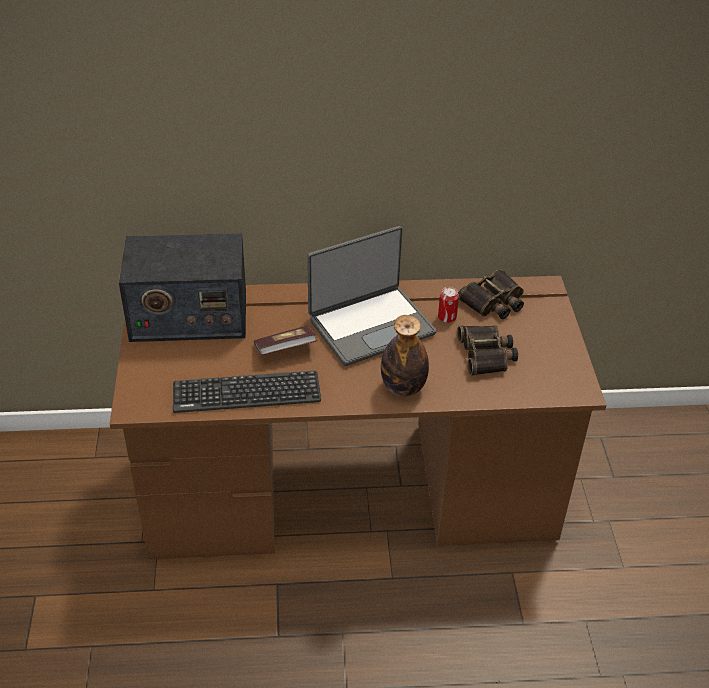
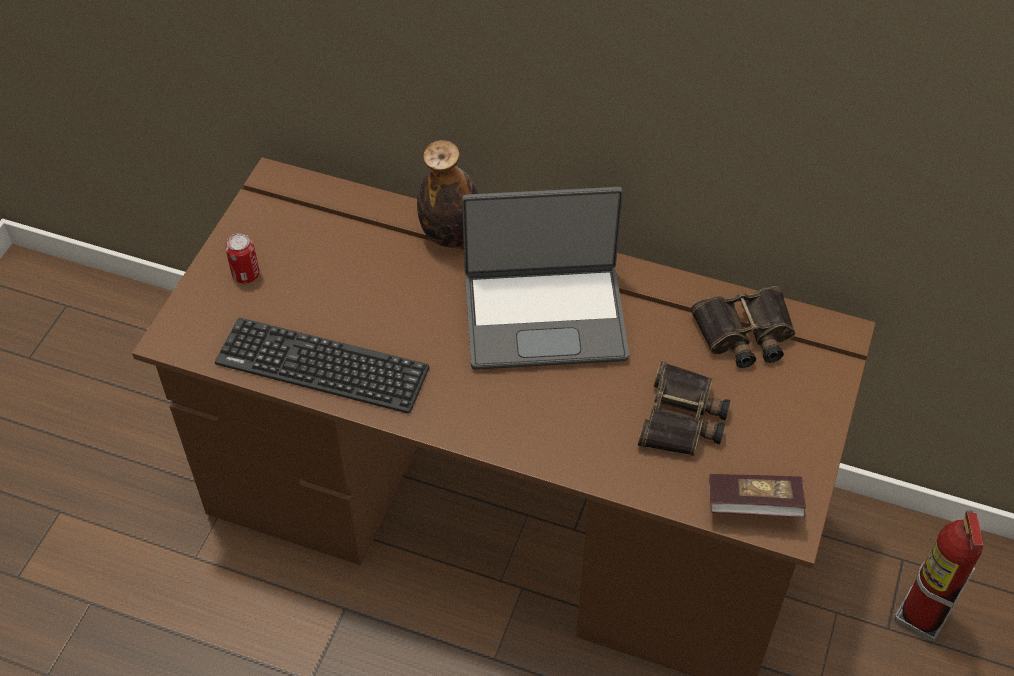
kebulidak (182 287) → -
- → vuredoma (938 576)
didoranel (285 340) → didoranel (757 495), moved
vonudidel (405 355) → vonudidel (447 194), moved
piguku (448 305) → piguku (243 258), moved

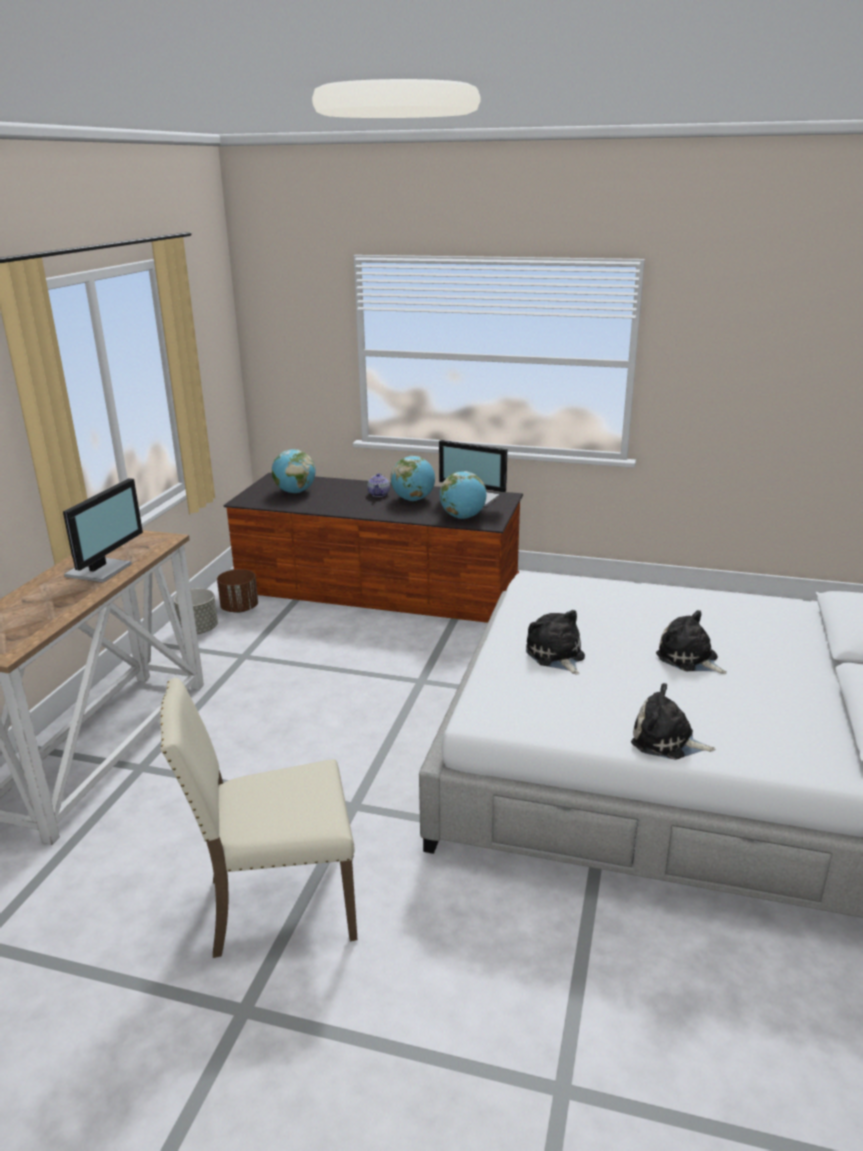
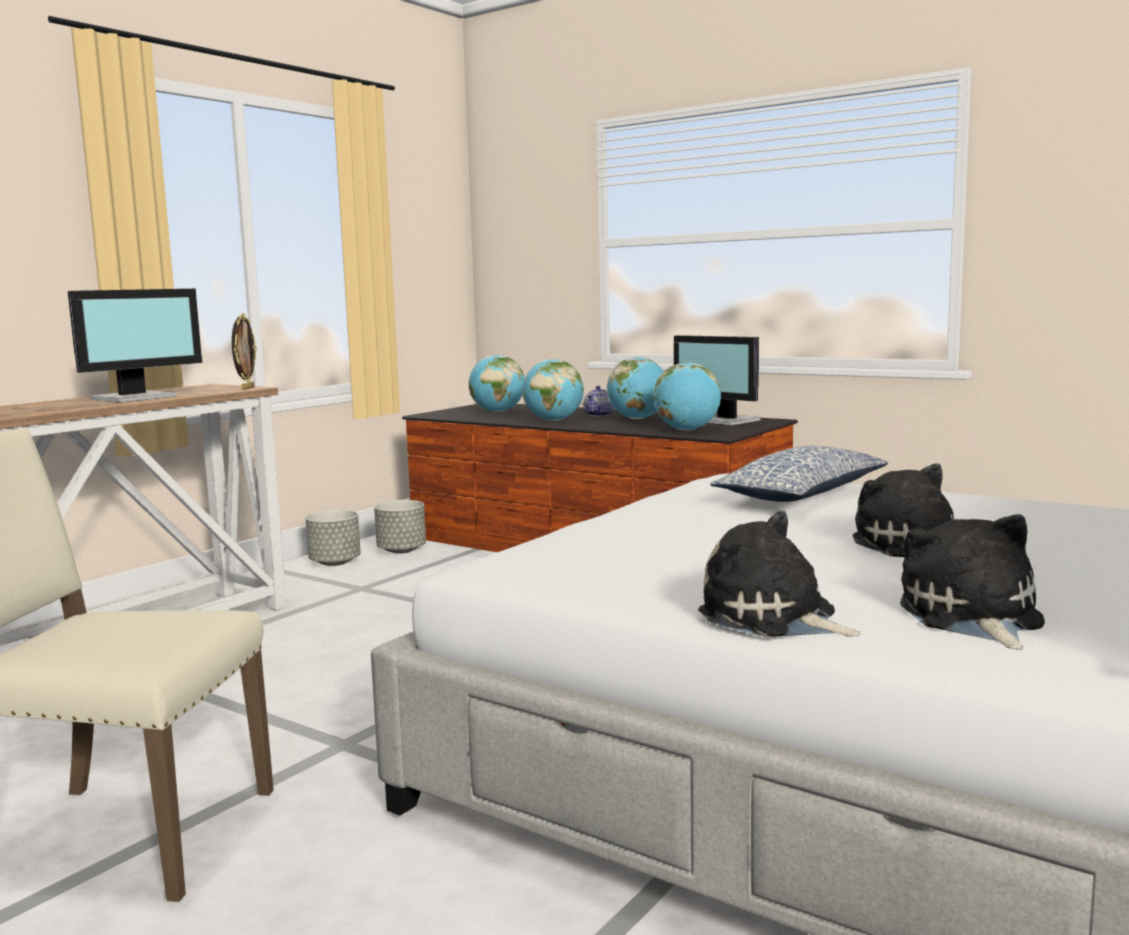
- → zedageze (244 351)
- → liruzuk (553 390)
- → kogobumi (799 474)
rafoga (555 642) → rafoga (972 582), moved
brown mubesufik (237 591) → grey mubesufik (400 526)

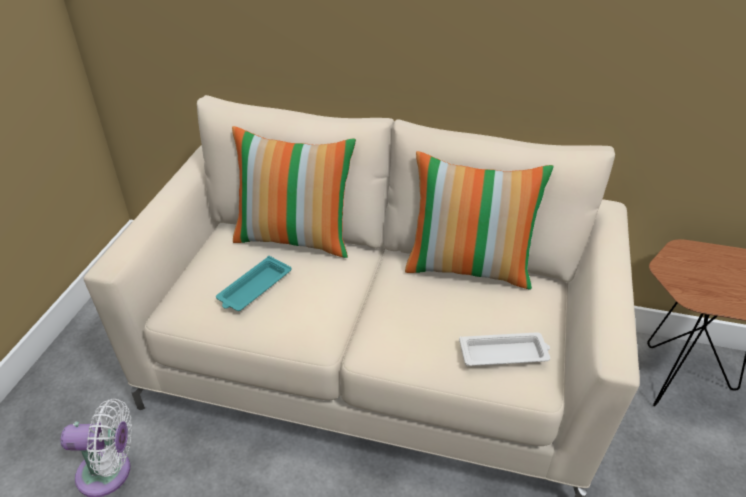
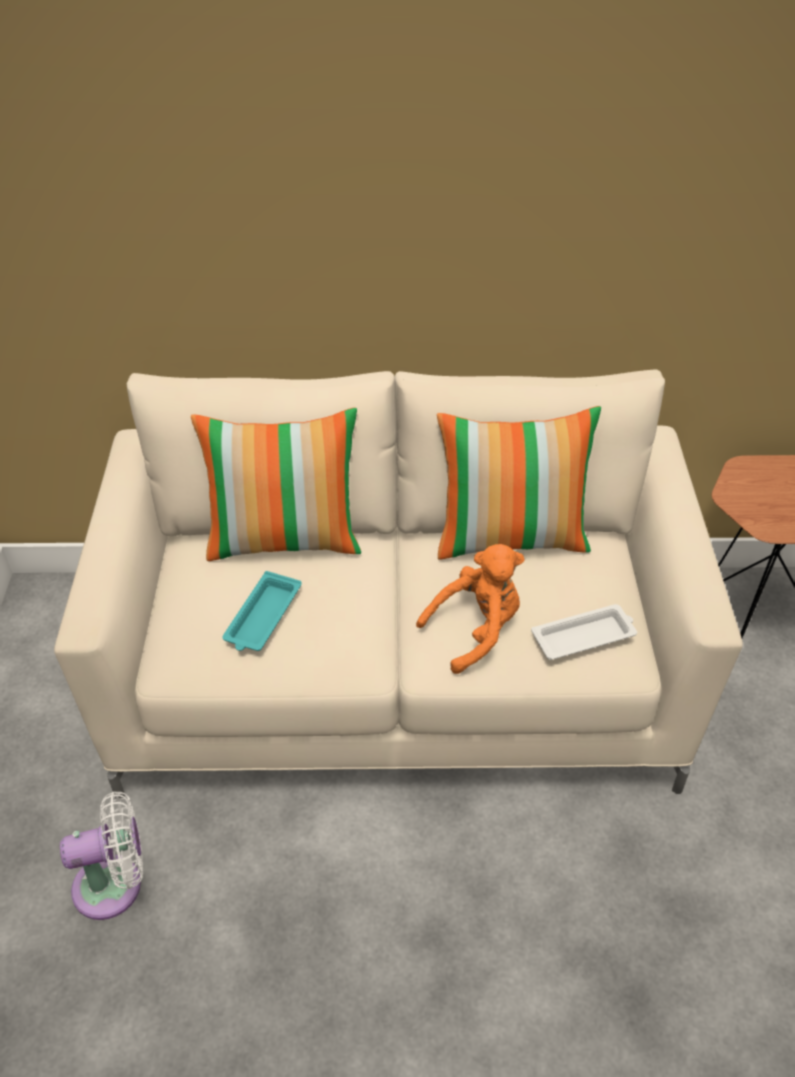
- → orange rafoga (470 609)

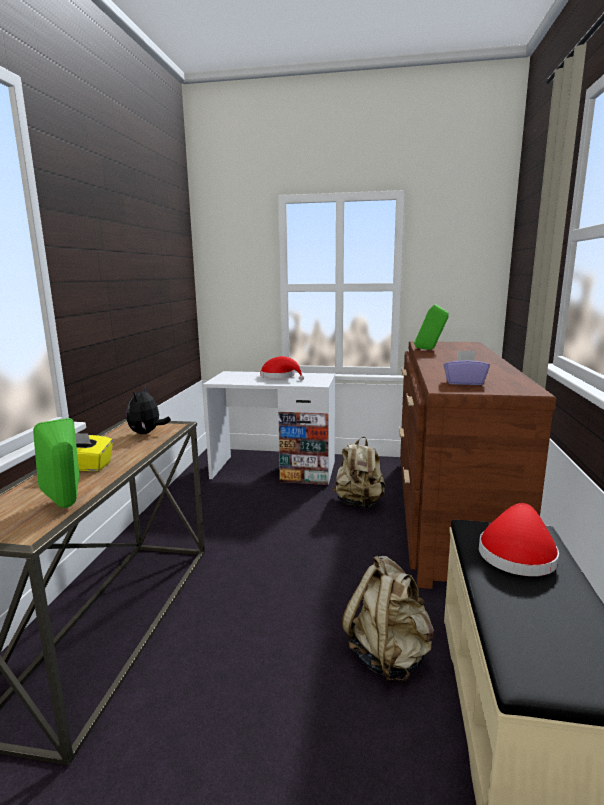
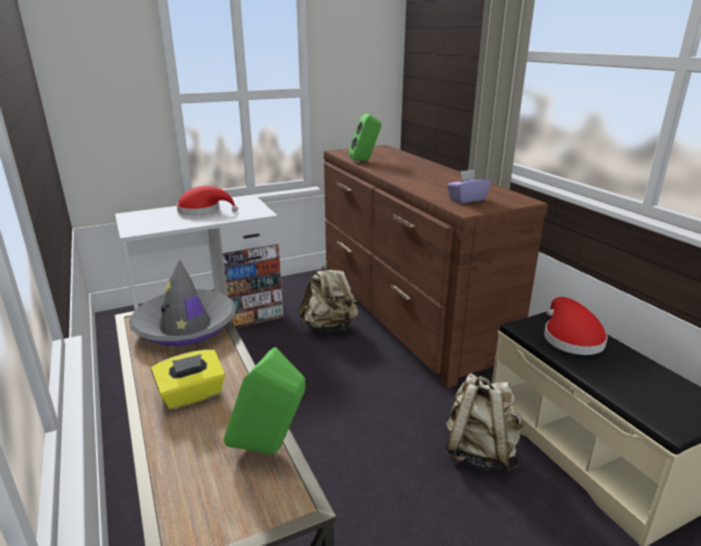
rafoga (148 410) → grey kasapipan (182 302)

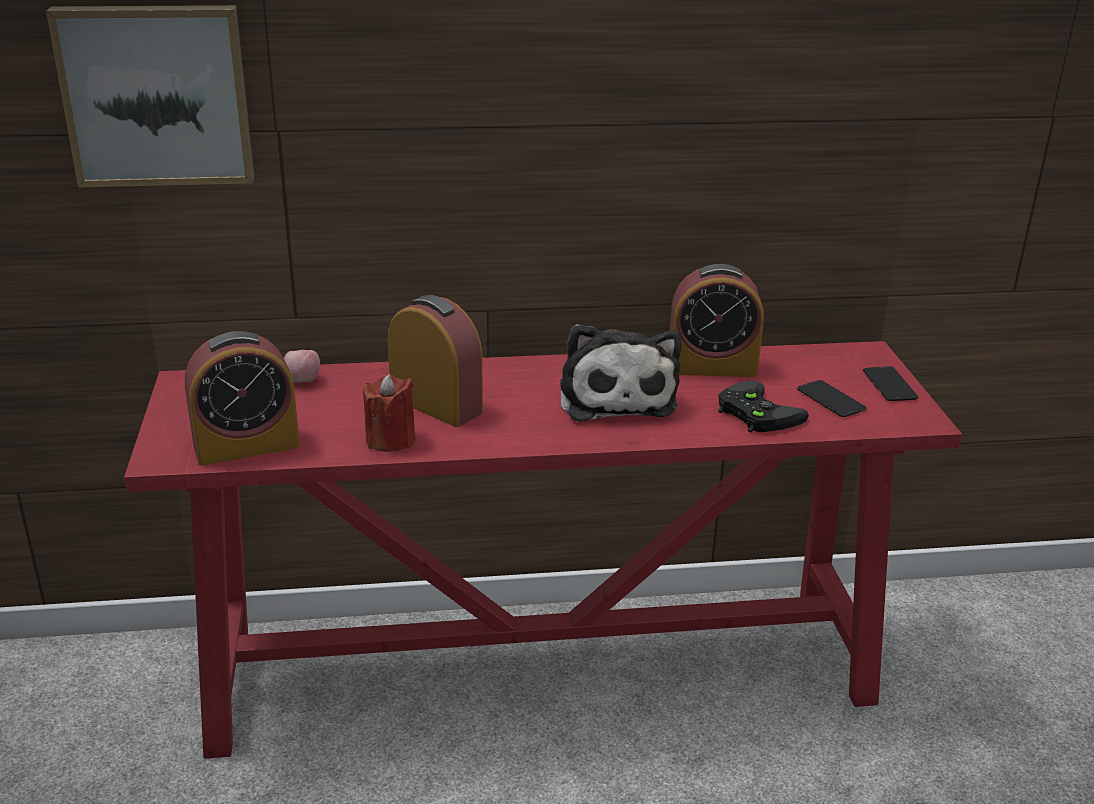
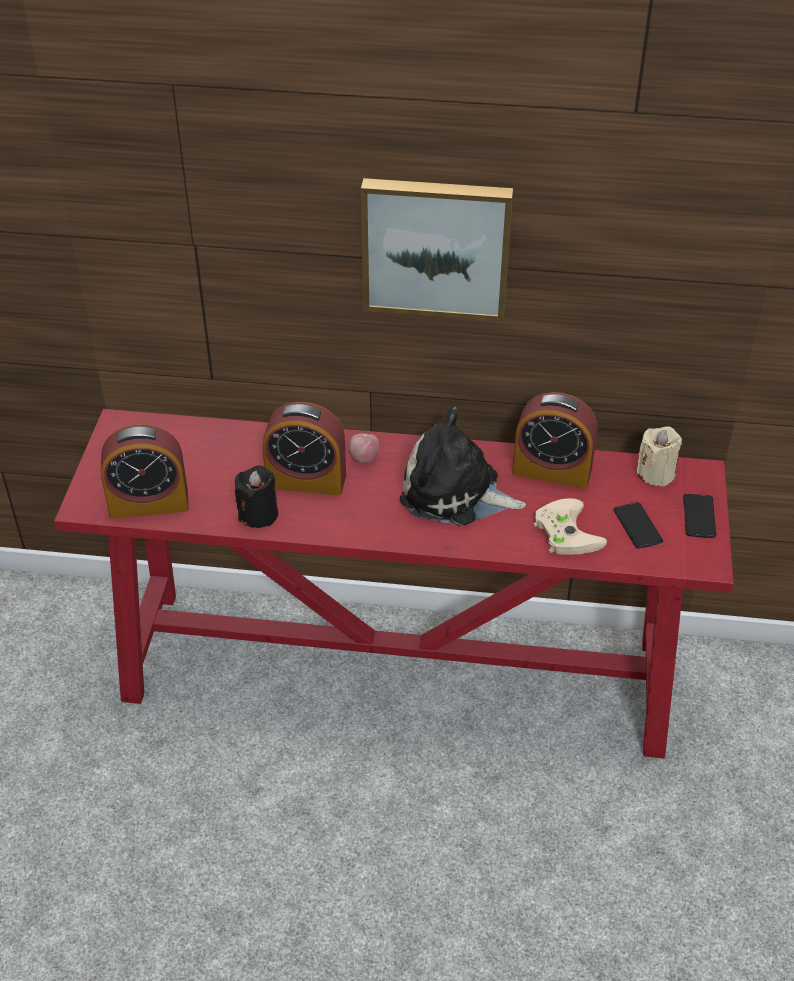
- → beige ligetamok (659 456)
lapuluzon (150 96) → lapuluzon (437 249), moved
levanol (302 366) → levanol (363 448), moved
red ligetamok (389 413) → black ligetamok (256 496)
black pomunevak (763 407) → beige pomunevak (570 526)
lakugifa (435 361) → lakugifa (304 449), 135 degrees clockwise
rafoga (620 372) → rafoga (463 466), 105 degrees clockwise

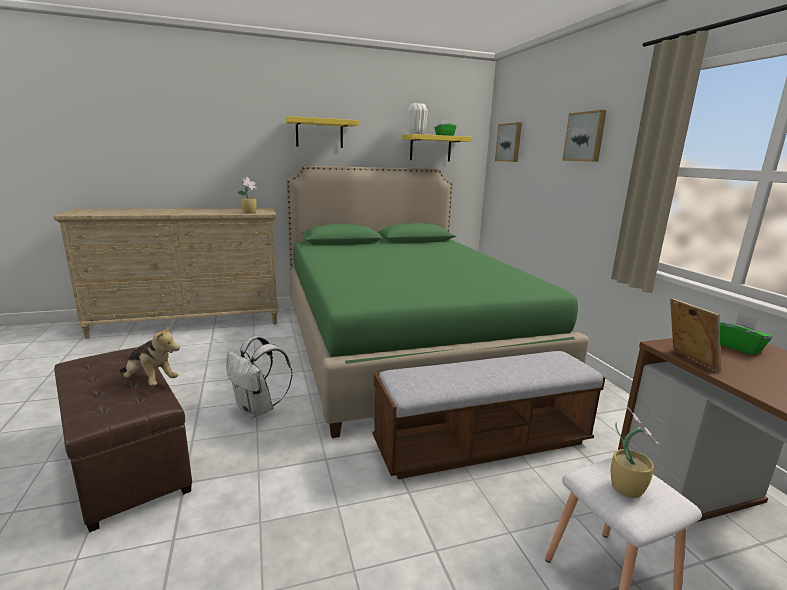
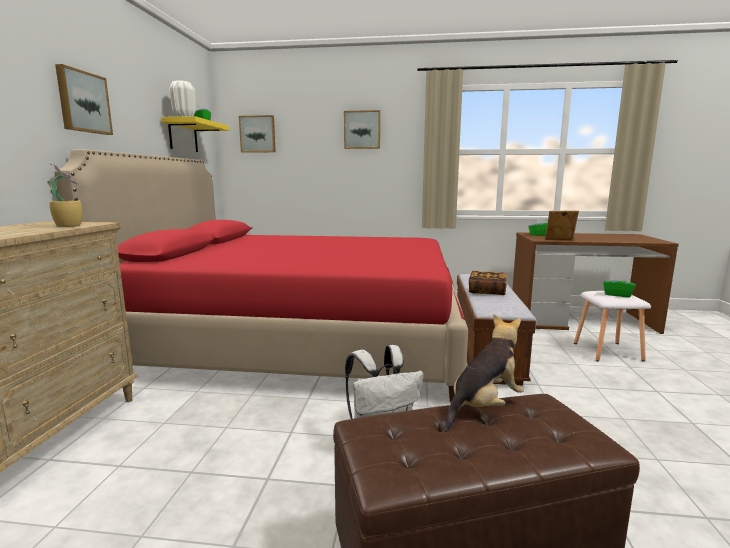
- → didoranel (488 283)
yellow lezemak (322 132) → lapuluzon (84 99)
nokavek (636 452) → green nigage (619 285)
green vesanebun (437 302) → red vesanebun (261 275)

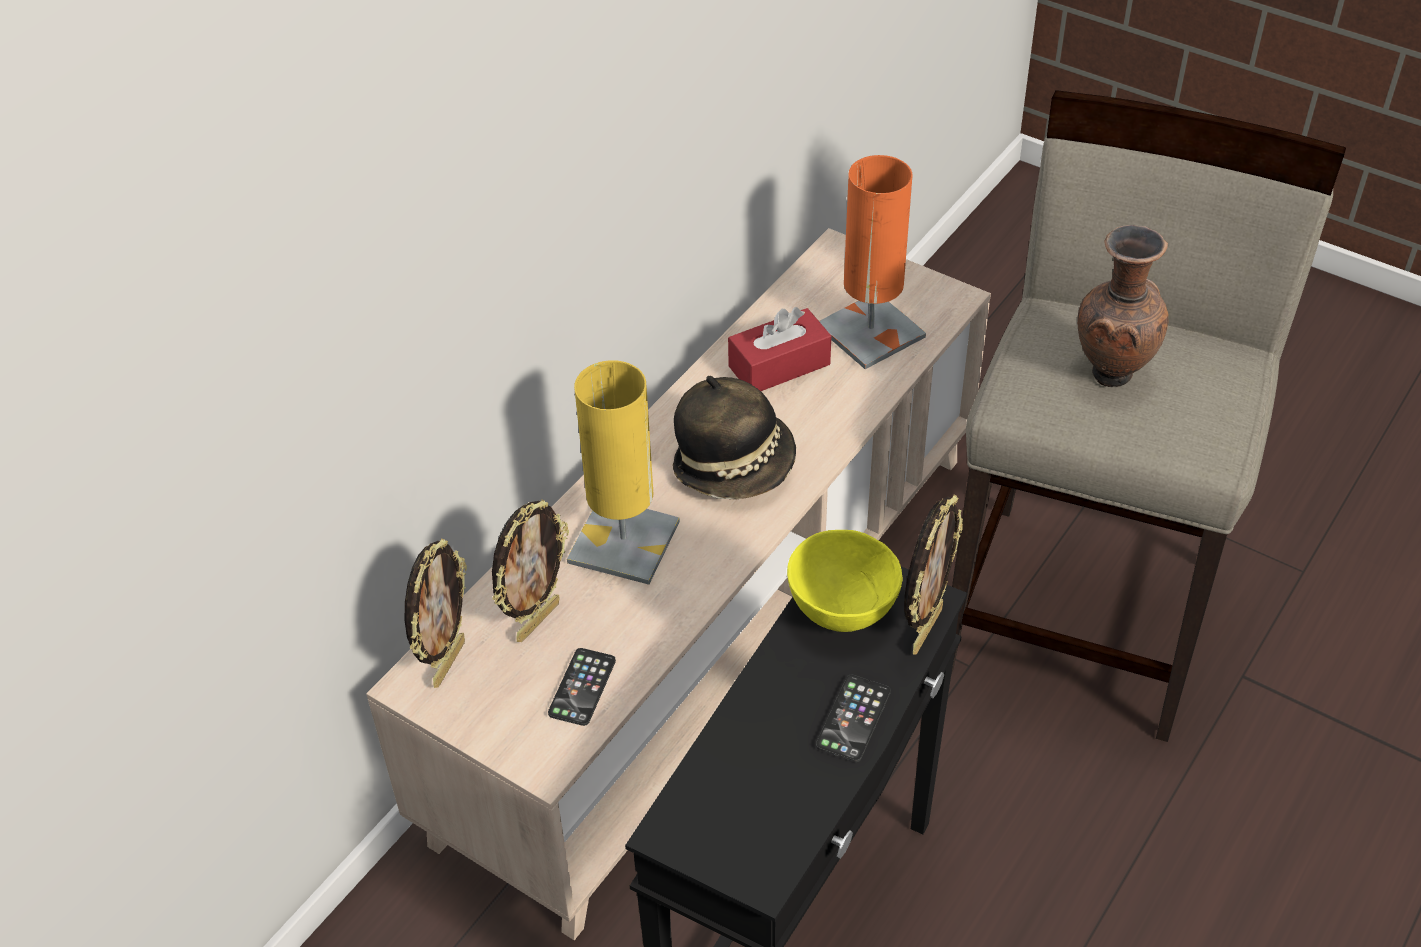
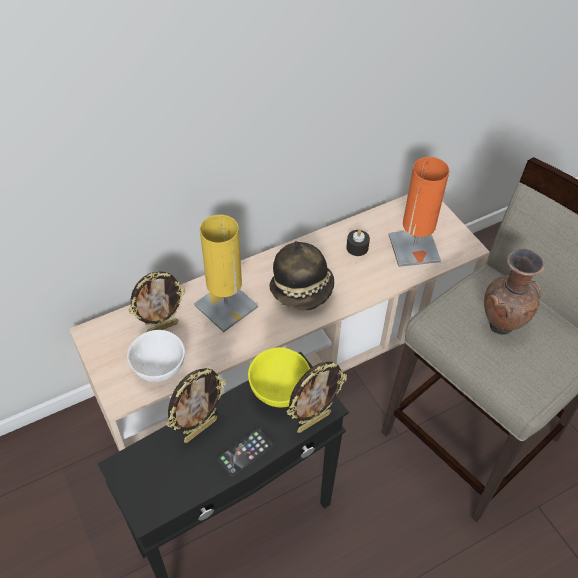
zedageze (436 613) → zedageze (196 405), moved
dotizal (582 687) → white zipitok (156 356)
red nigage (779 349) → black ligetamok (358 242)

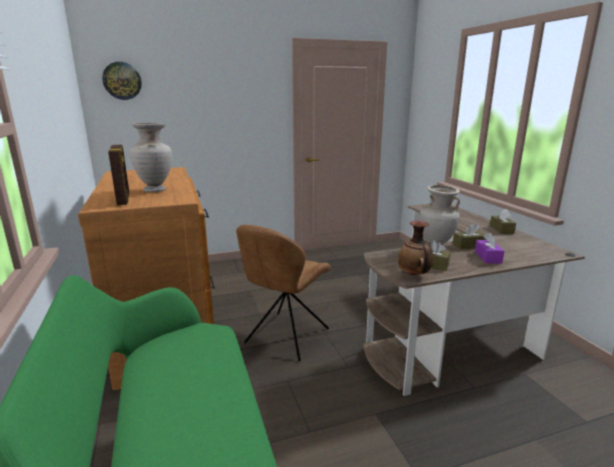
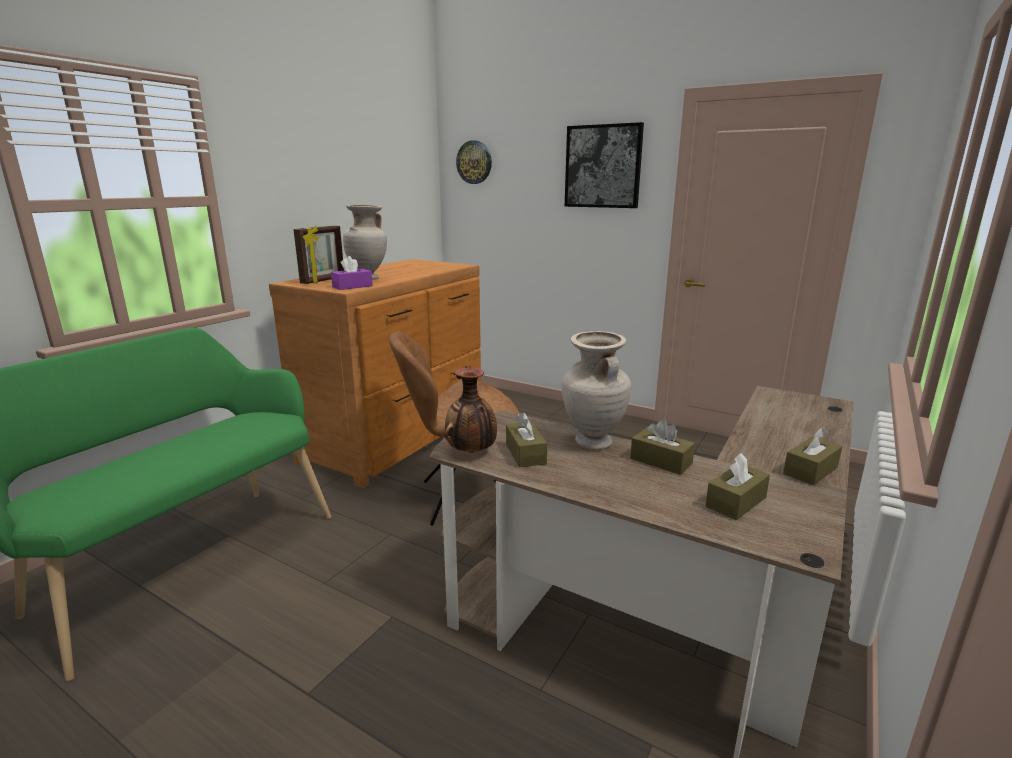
- → lapuluzon (604 165)
- → brown nigage (737 486)
purple nigage (489 248) → purple nigage (352 273), moved

